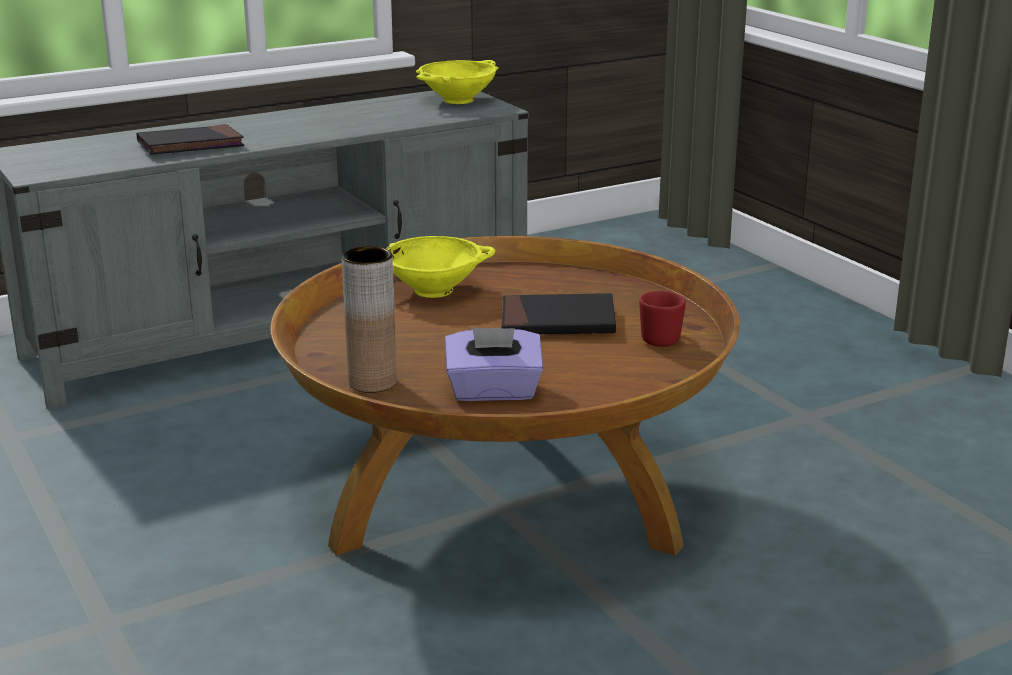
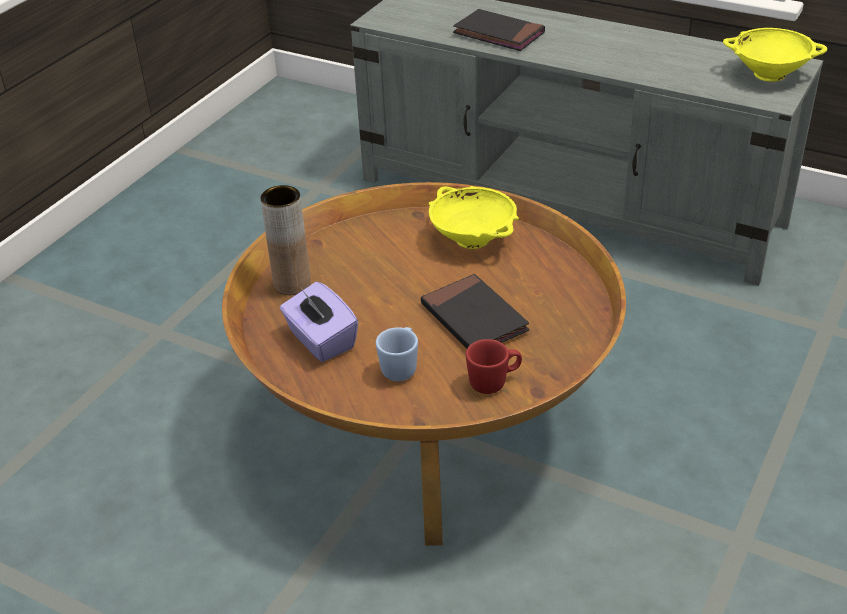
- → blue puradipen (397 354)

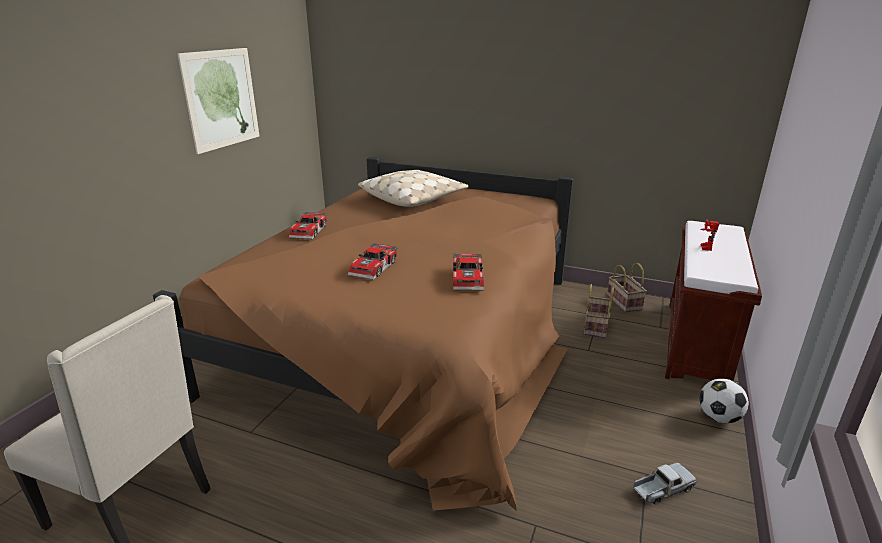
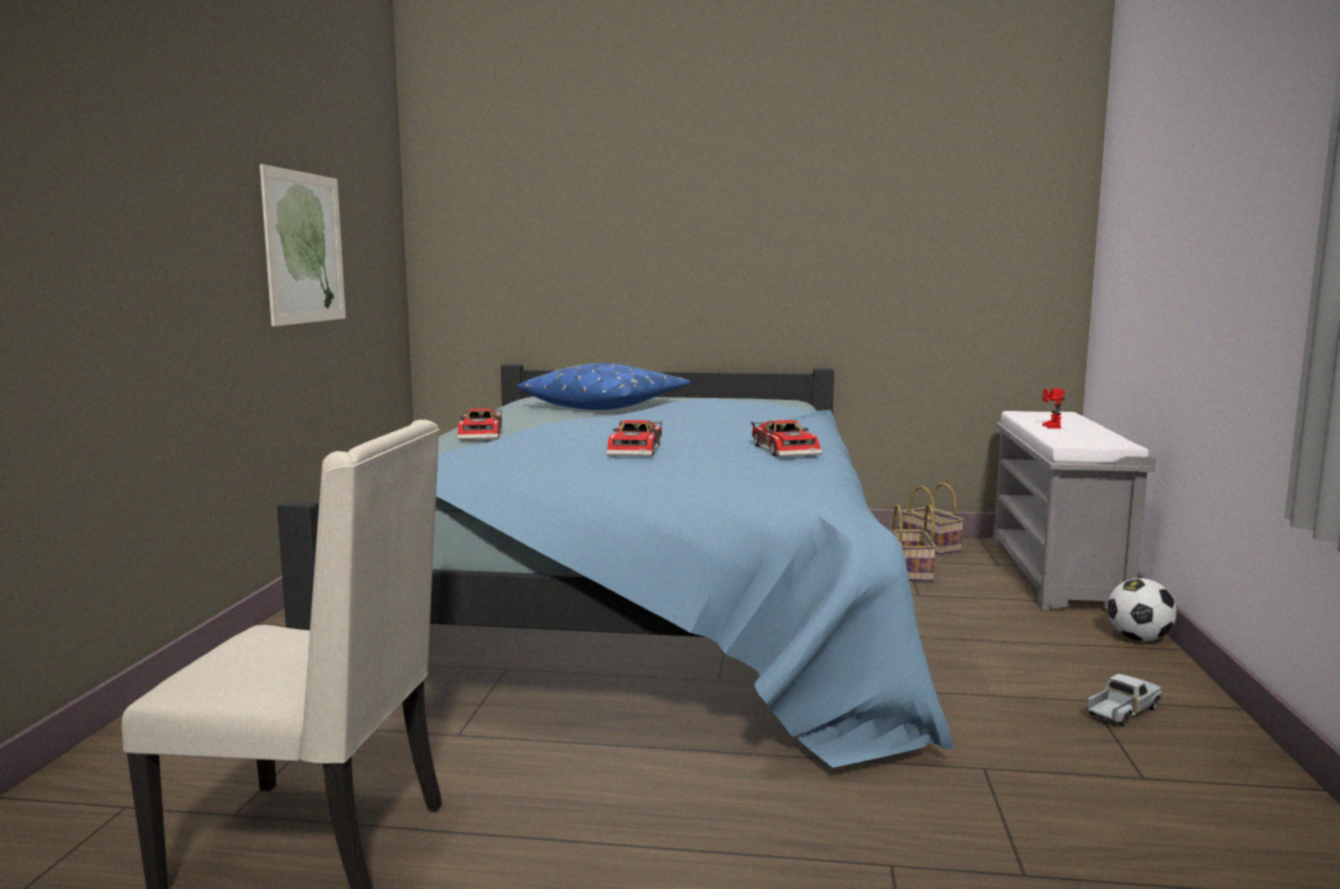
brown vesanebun (363 334) → blue vesanebun (615 566)
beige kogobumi (413 188) → blue kogobumi (604 386)
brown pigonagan (713 301) → grey pigonagan (1074 511)

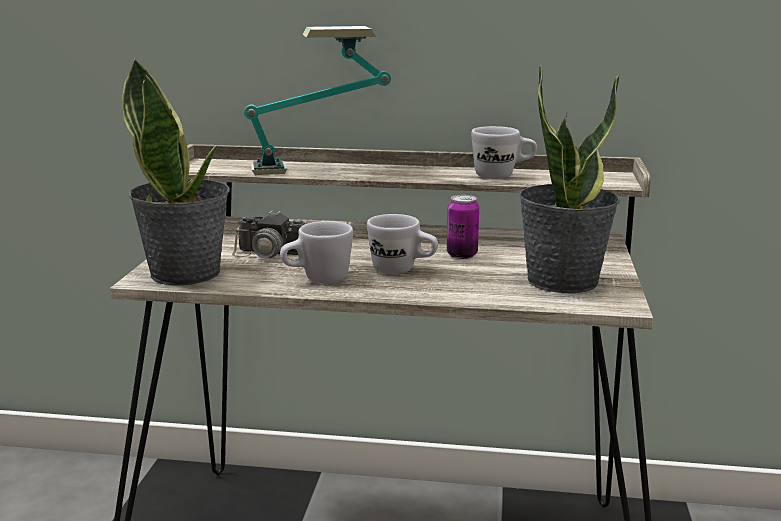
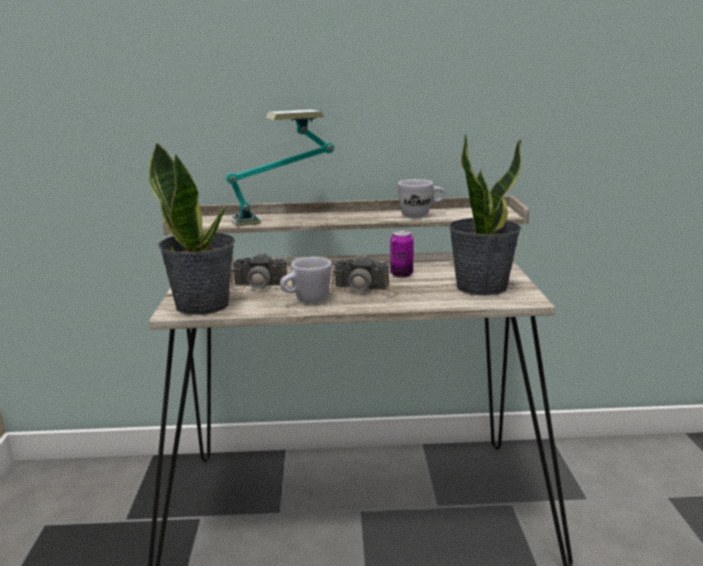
white puradipen (402 244) → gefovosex (364 275)

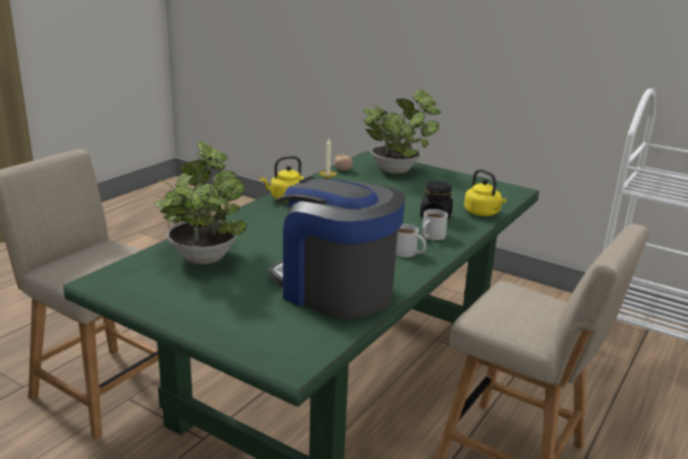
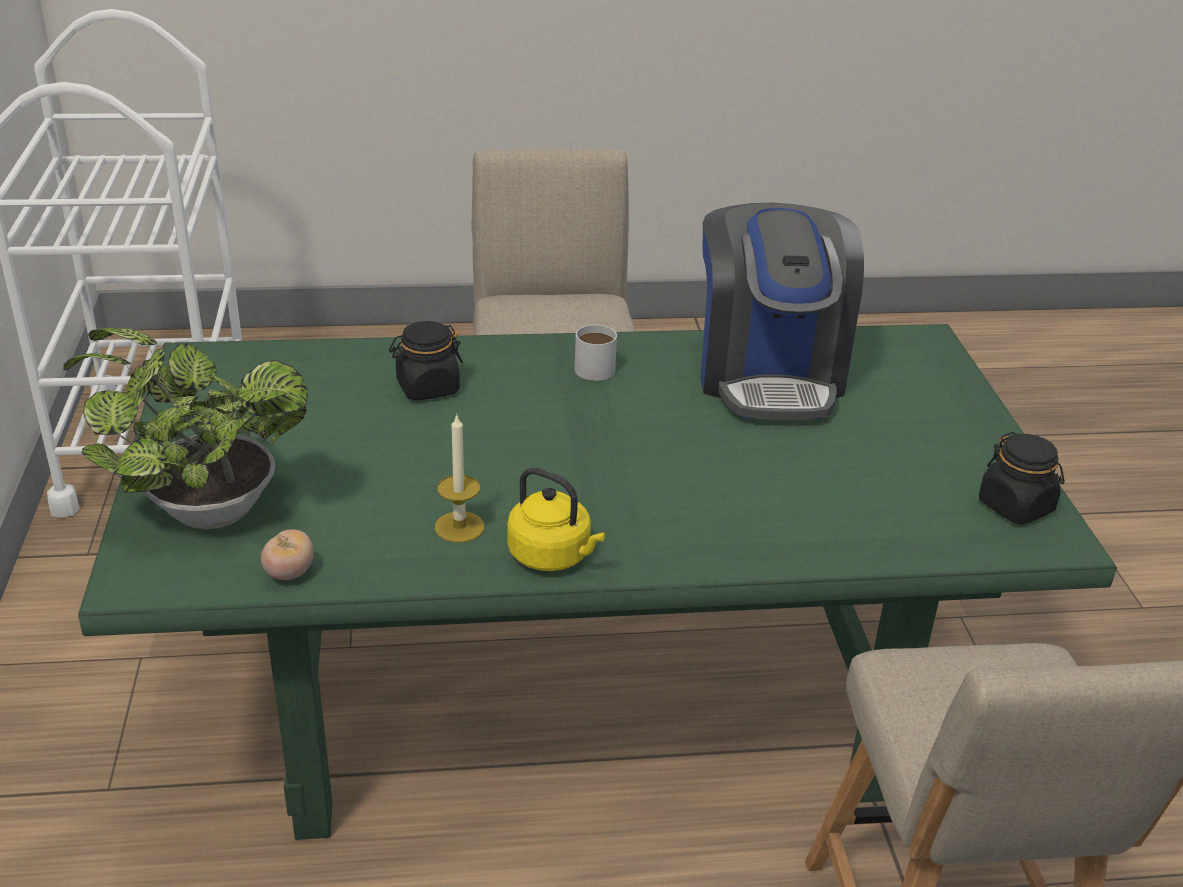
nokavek (201 203) → -
white puradipen (435 224) → -
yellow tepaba (485 192) → -
- → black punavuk (1022 478)

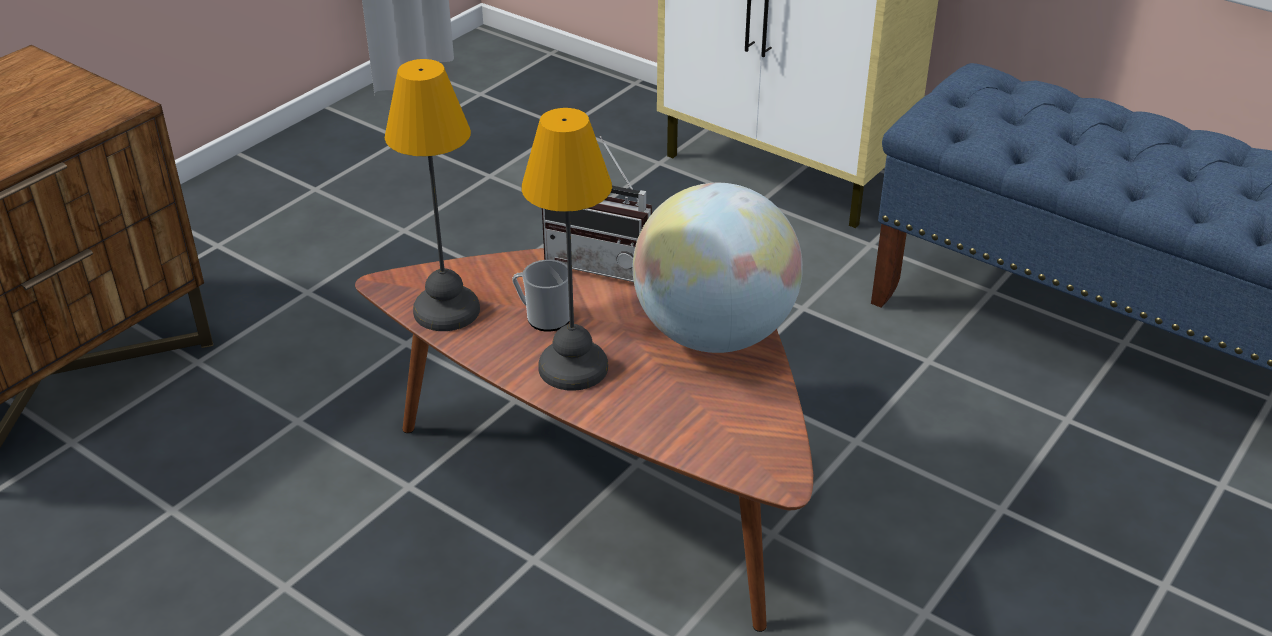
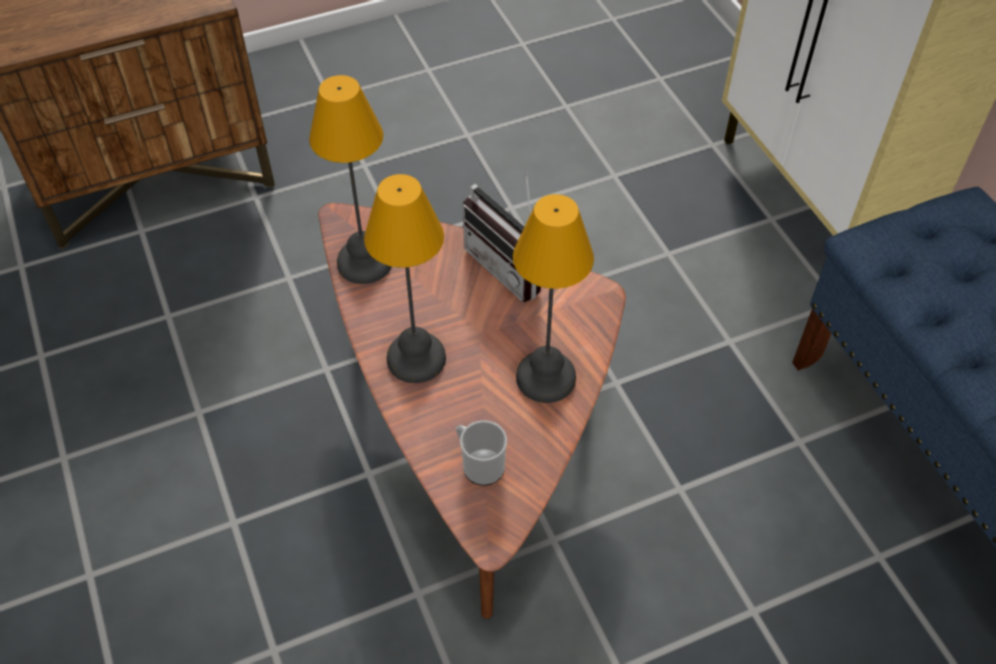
puradipen (541 296) → puradipen (481 452), moved
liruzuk (717 268) → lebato (553 298)

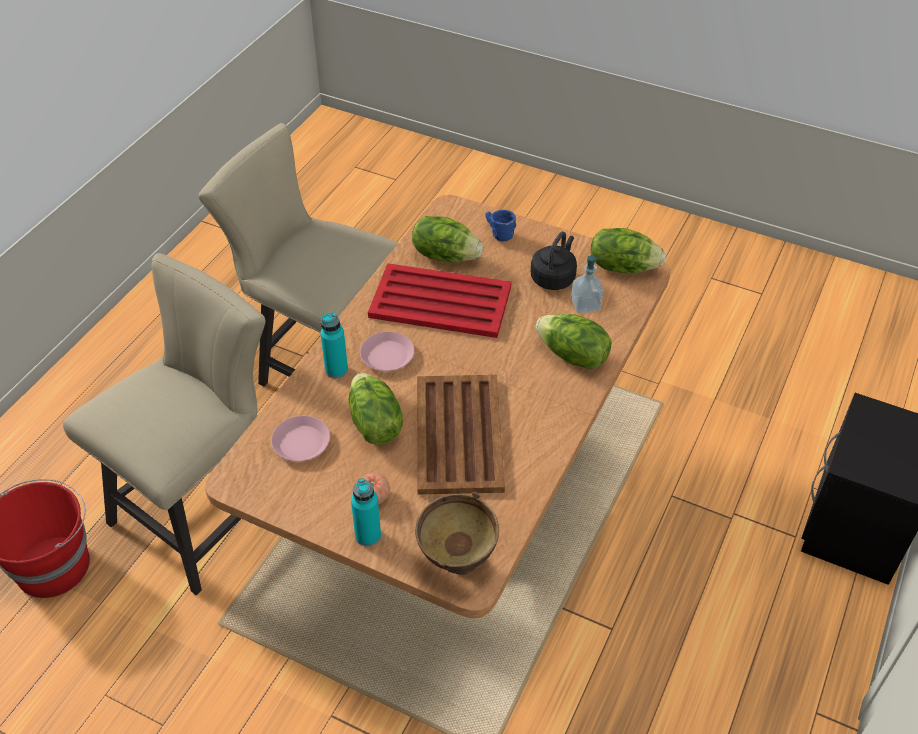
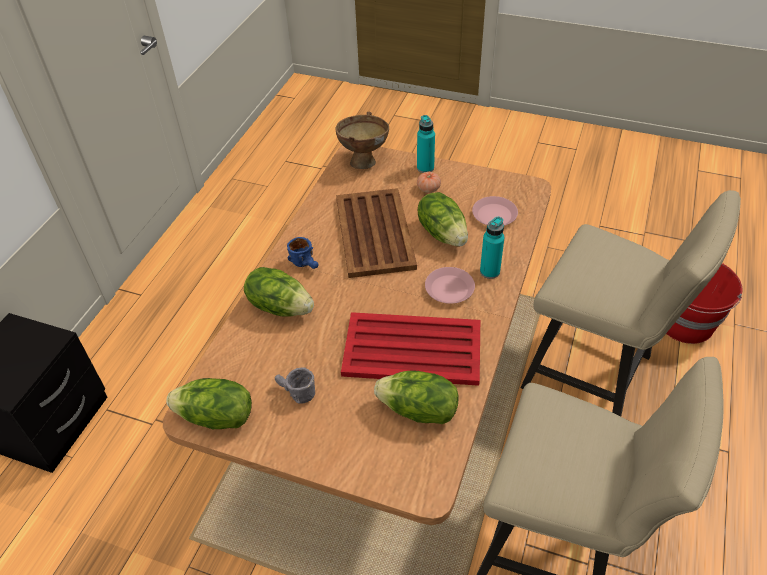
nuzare (587 284) → -
blue puradipen (500 225) → blue puradipen (302 253), moved
black tepaba (554 261) → grey puradipen (295 385)
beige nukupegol (164 424) → beige nukupegol (631 303), 90 degrees counterclockwise

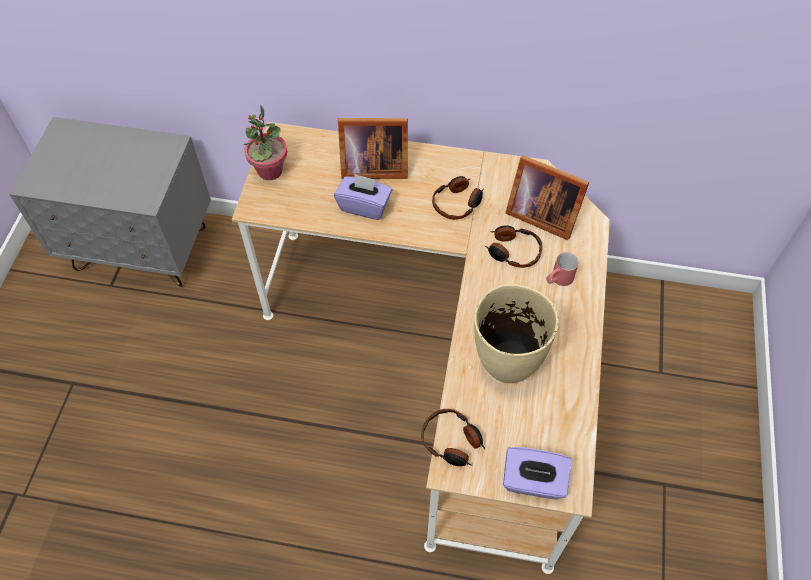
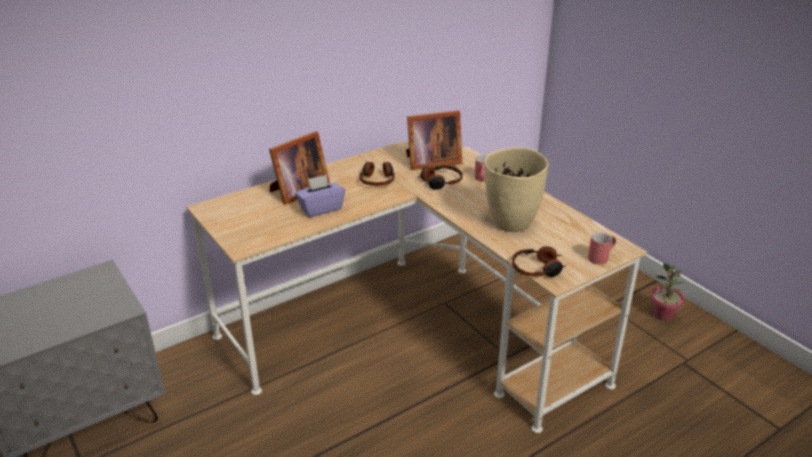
nokavek (265 142) → nokavek (667 292), moved
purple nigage (537 473) → red puradipen (602 248)

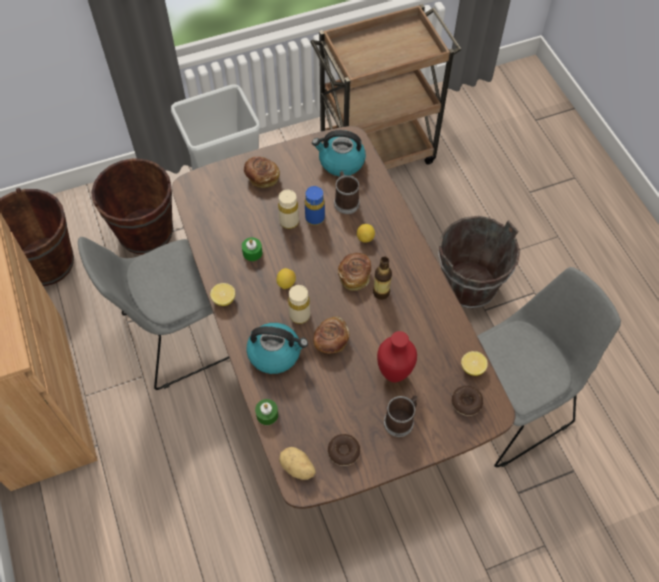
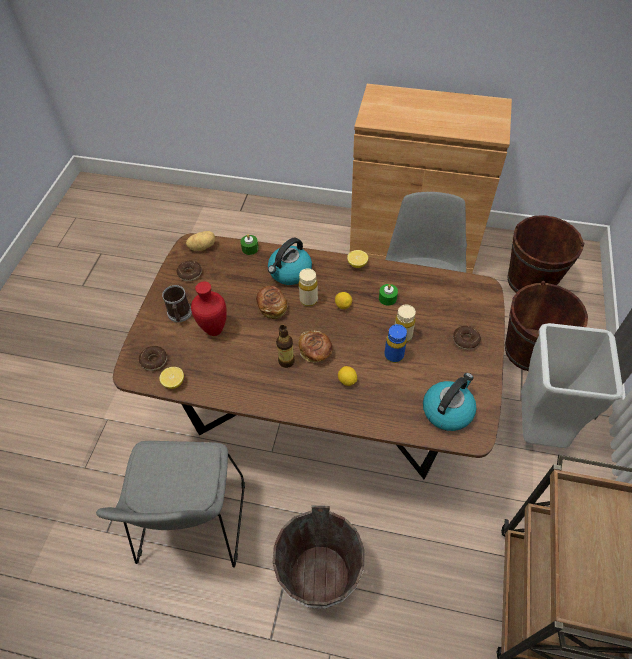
puradipen (347 192) → -
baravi (262 172) → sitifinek (467 338)

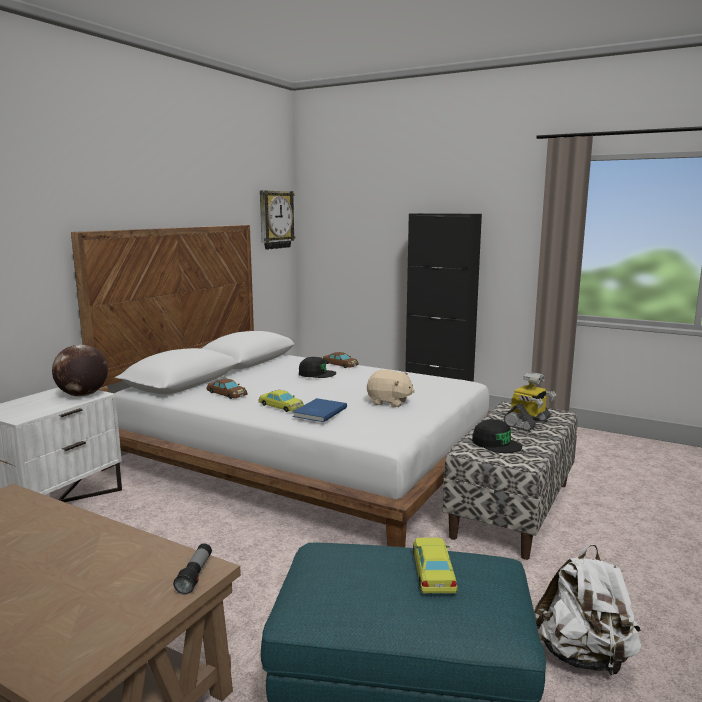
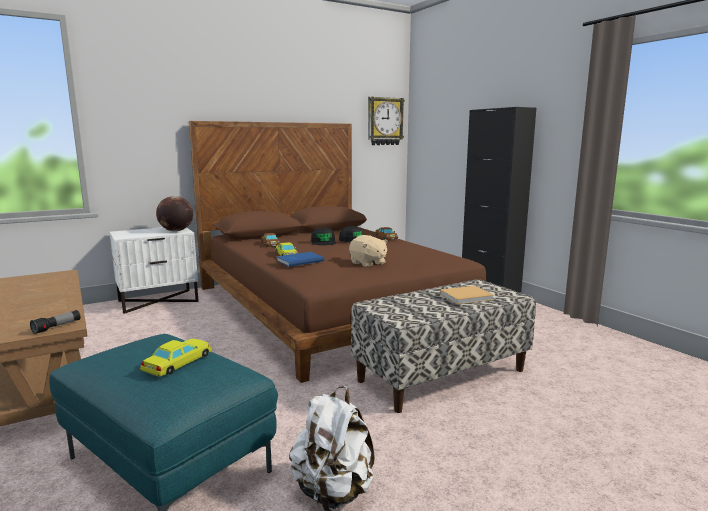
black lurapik (497 436) → black lurapik (323 236), moved
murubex (530 401) → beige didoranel (467 295)
white vesanebun (280 386) → brown vesanebun (338 252)

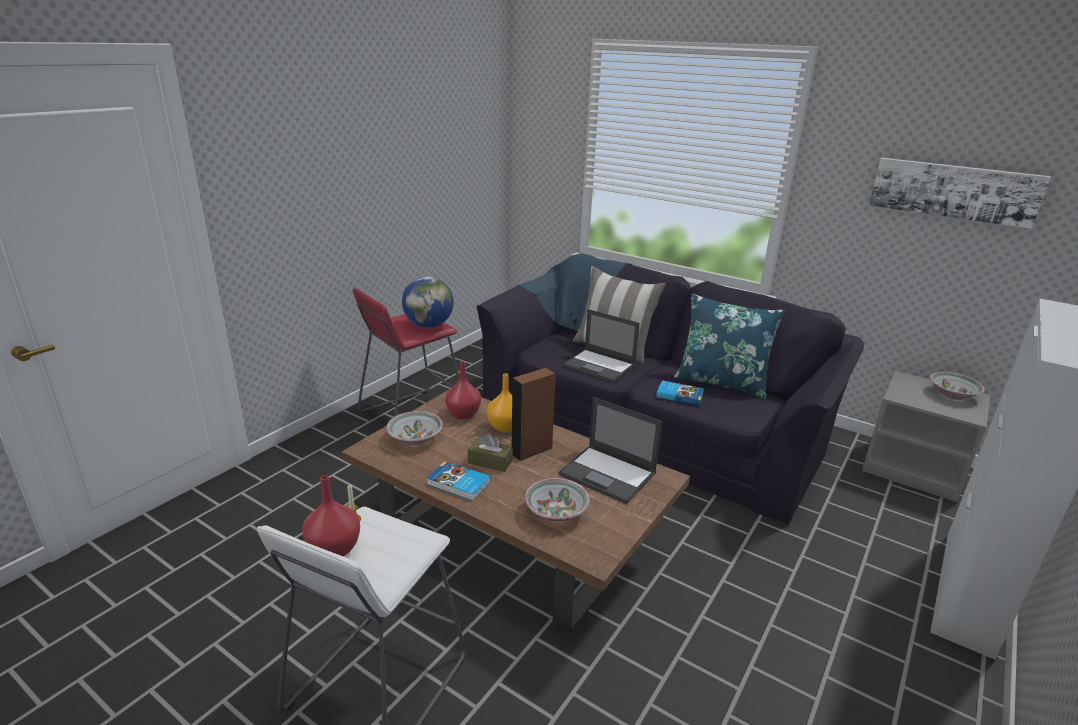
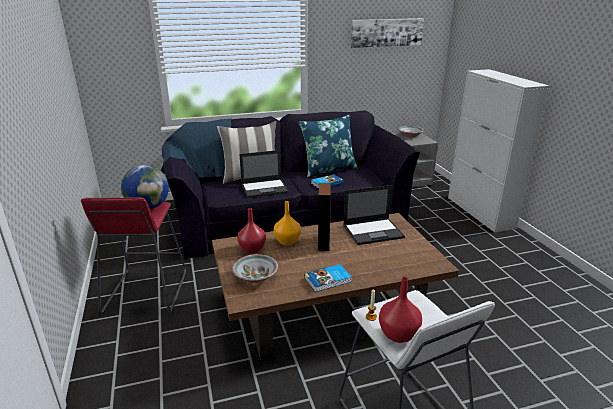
brown nigage (490 453) → -
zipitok (557 499) → -

